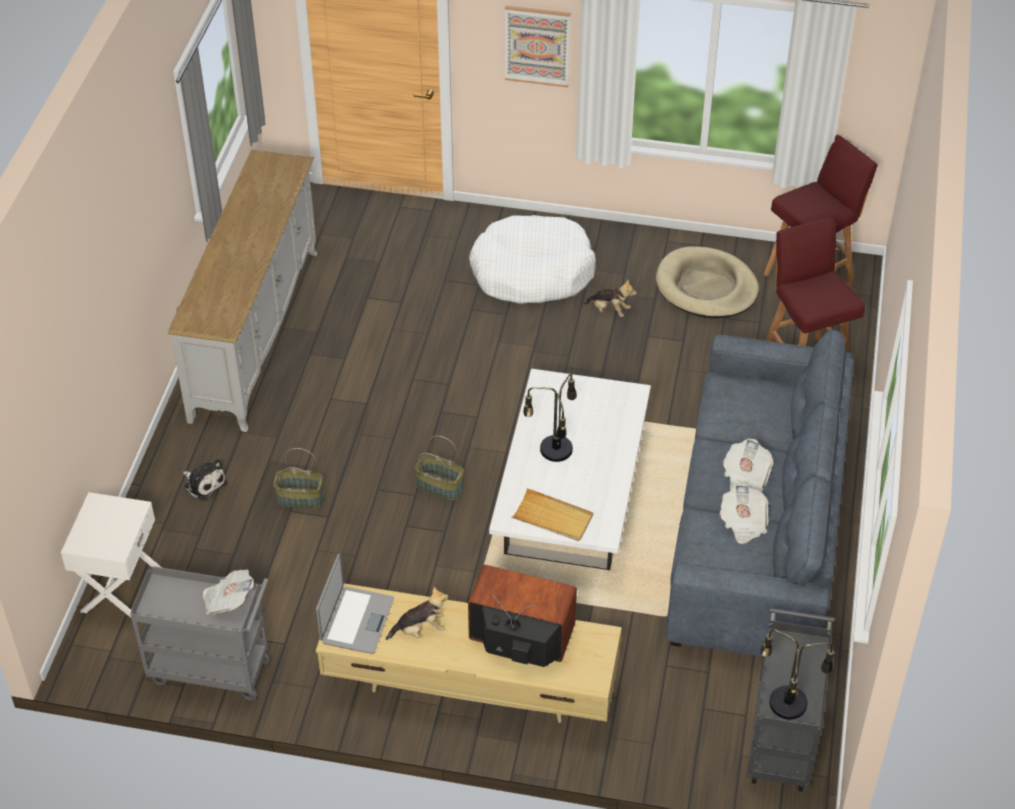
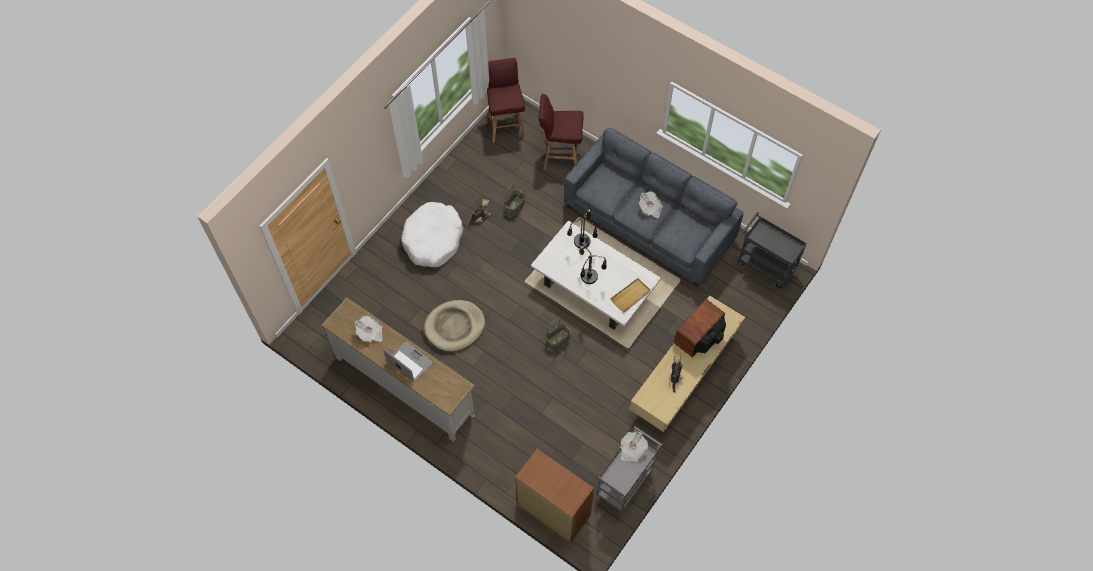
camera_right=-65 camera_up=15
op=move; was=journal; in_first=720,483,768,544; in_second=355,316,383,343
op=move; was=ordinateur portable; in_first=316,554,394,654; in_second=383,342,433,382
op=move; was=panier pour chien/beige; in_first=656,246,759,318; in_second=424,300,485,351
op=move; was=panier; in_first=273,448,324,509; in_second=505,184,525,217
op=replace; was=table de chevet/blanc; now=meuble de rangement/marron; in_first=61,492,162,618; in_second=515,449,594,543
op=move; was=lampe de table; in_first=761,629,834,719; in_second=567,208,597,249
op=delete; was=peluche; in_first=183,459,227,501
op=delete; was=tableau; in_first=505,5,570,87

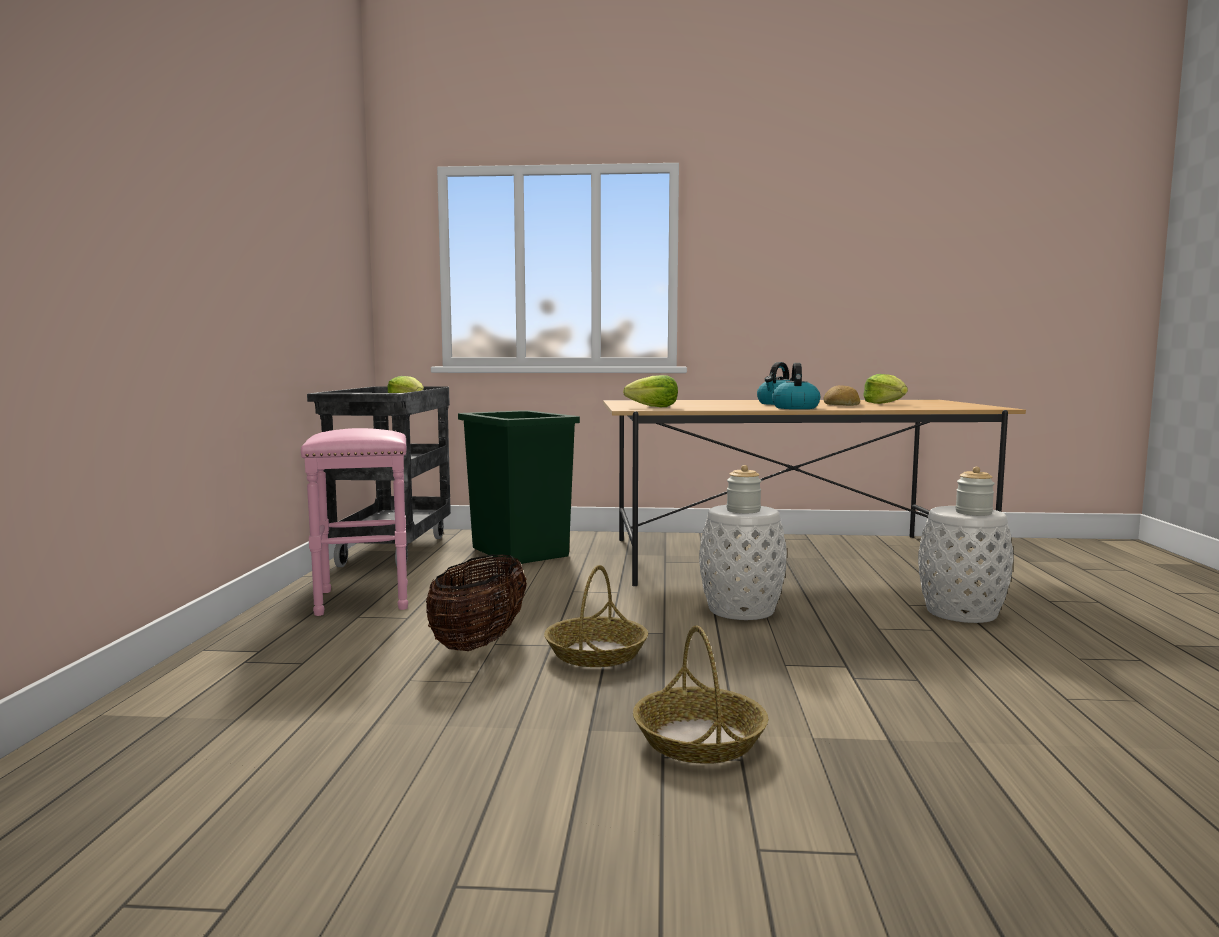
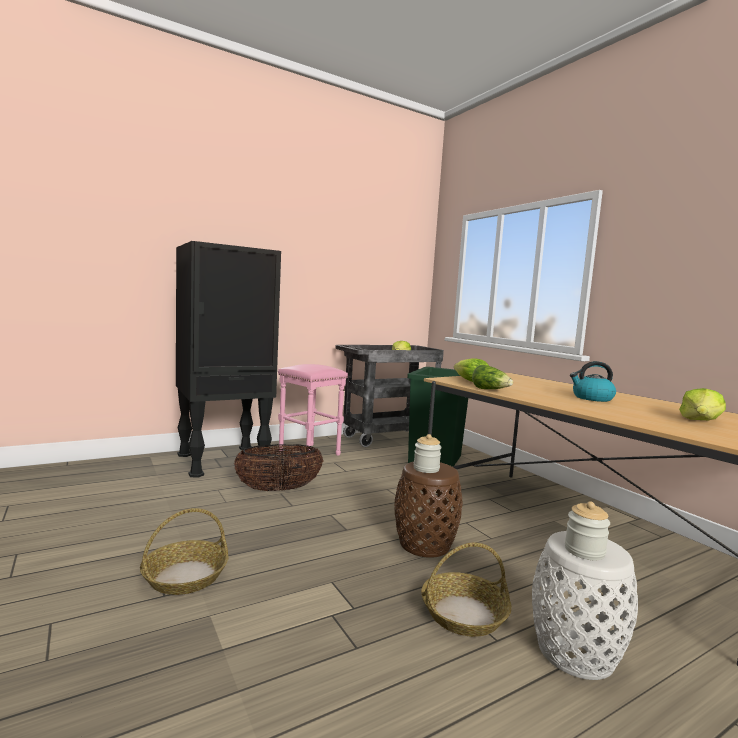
camera_right=55 camera_up=0
op=insert; now=meuble de rangement/noir; in_second=176,241,281,478
op=recolor; was=tabouret/blanc; now=tabouret/marron; in_first=699,505,787,620; in_second=394,461,462,558
op=move; was=panier; in_first=544,565,648,667; in_second=421,543,512,637
op=insert; now=laitue; in_second=472,365,513,389
op=delete; was=bouilloire; in_first=772,363,820,409
op=delete; was=pain; in_first=824,385,860,406

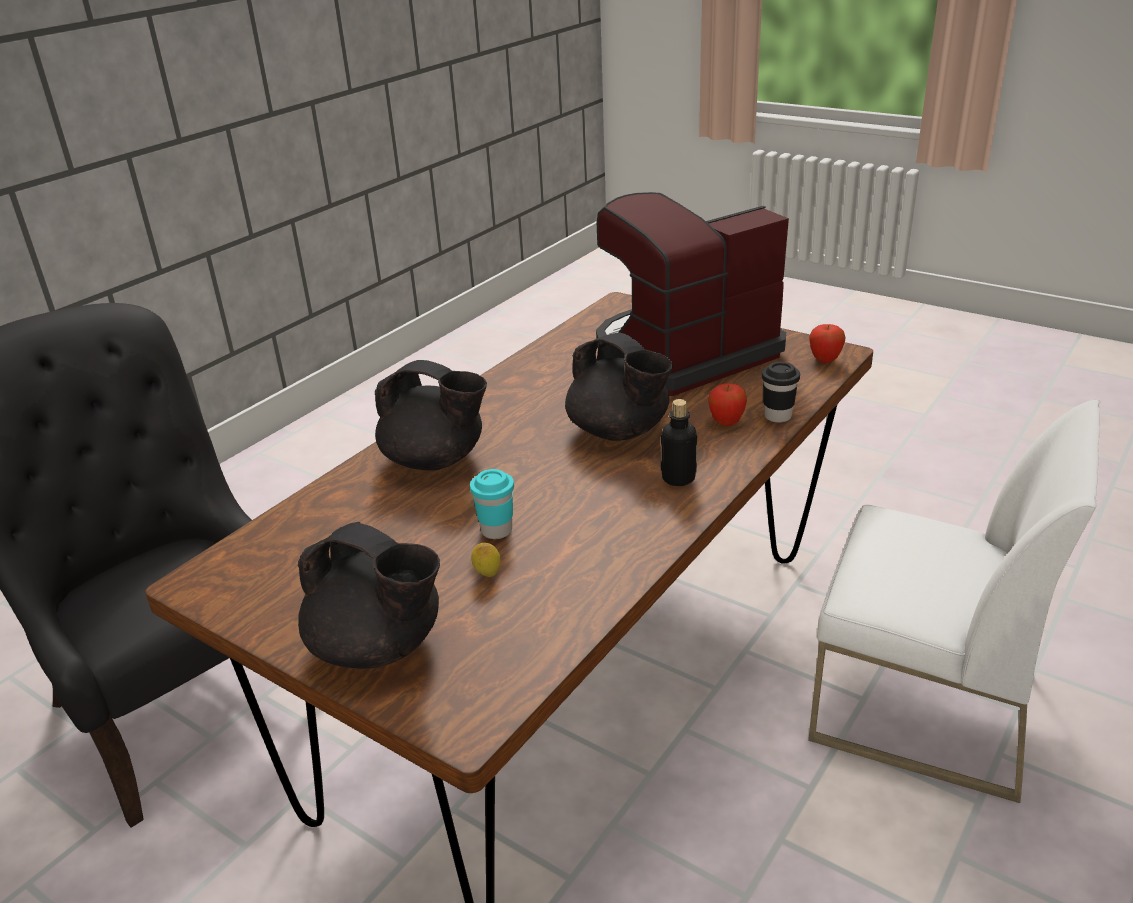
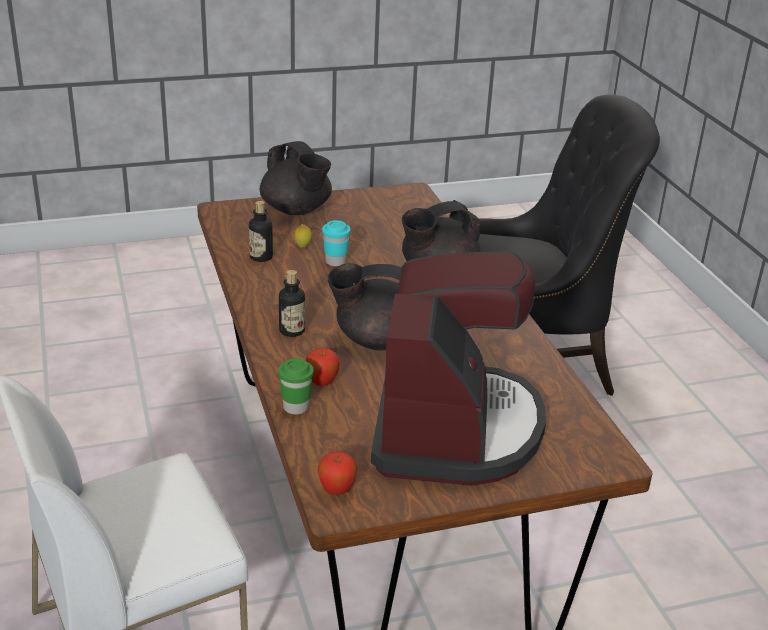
camera_right=125 camera_up=0
op=insert; now=bouteille; in_second=249,201,273,262
op=rotate; was=théière/noir; in_first=298,522,440,669; in_second=259,141,332,215; clockwise=-105
op=recolor; was=tasse/noir; now=tasse/vert; in_first=762,362,800,423; in_second=278,358,314,415

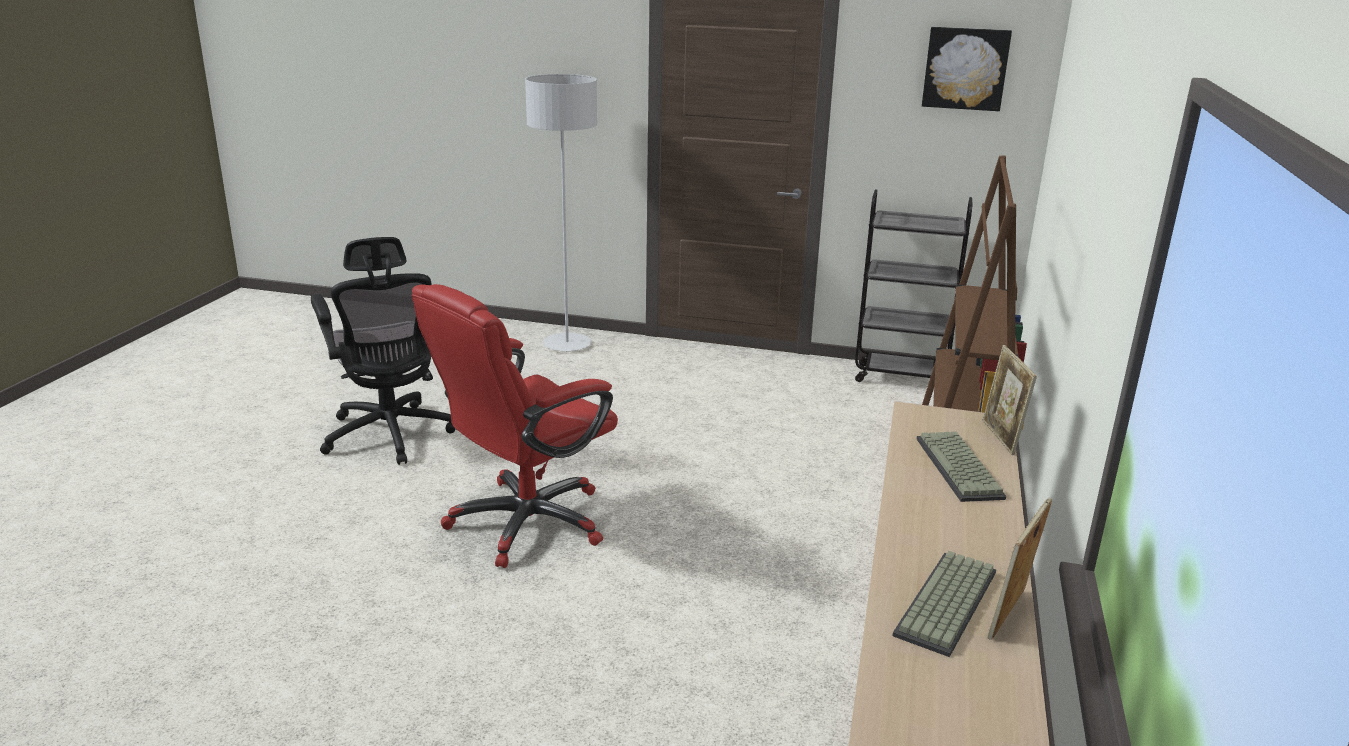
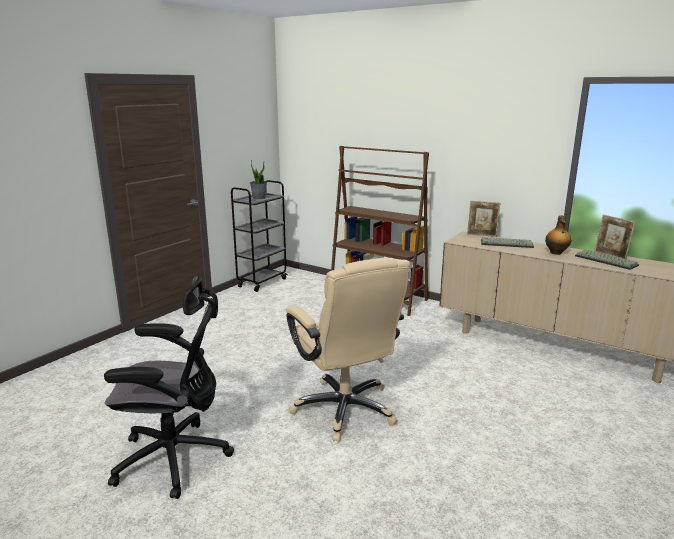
camera_right=-70 camera_up=-5
op=insert; now=plante en pot; in_second=250,160,267,199
op=recolor; was=chaise de bureau/rouge; now=chaise de bureau/beige; in_first=412,284,618,568; in_second=286,258,410,442
op=insert; now=bouteille; in_second=545,215,571,255
op=delete; was=lampadaire/gris; in_first=525,74,597,352
op=delete; was=tableau; in_first=922,27,1012,111

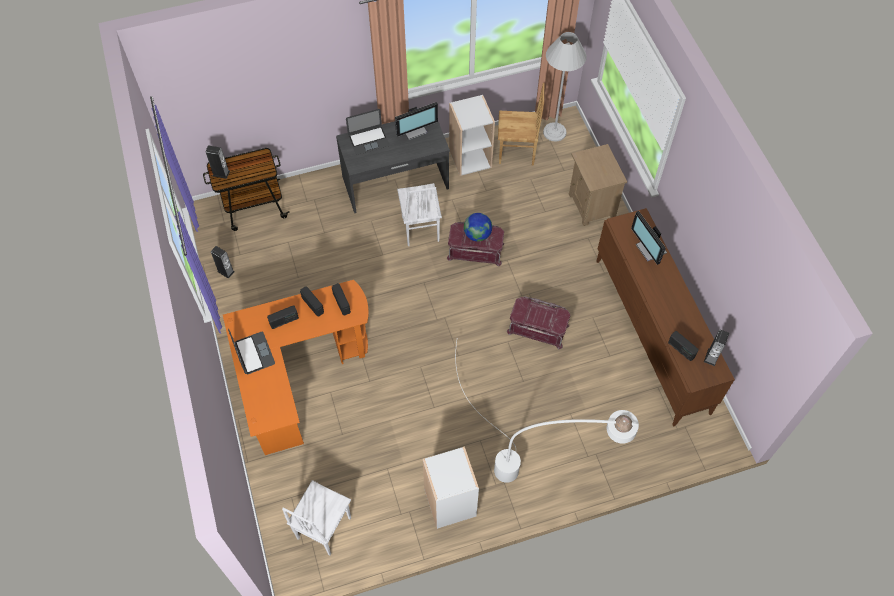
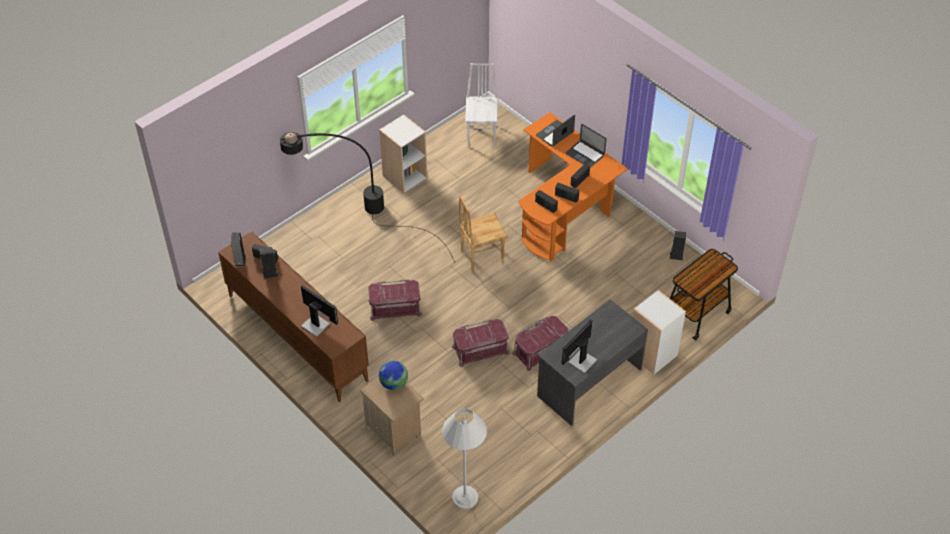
camera_right=155 camera_up=-10
op=move; was=enceinte; in_first=206,145,230,179; in_second=260,247,278,279
op=recolor; was=lampadaire/blanc; now=lampadaire/noir; in_first=455,341,639,483; in_second=280,132,455,263
op=move; was=globe; in_first=464,213,492,241; in_second=379,361,408,390
op=move; was=chaise/marron; in_first=498,83,544,166; in_second=459,195,508,272
op=replace; was=chaise/blanc; now=boîte de rangement/rouge; in_first=397,183,442,246; in_second=512,316,568,371
op=move; was=ordinateur portable; in_first=346,109,389,155; in_second=536,115,575,147
op=move; was=bibliothèque; in_first=449,95,495,176; in_second=633,290,686,374

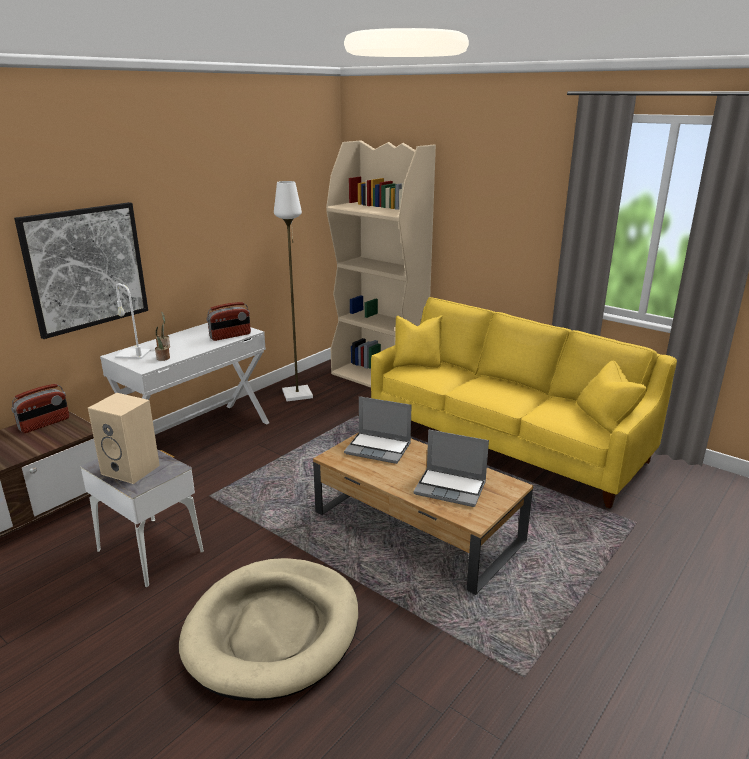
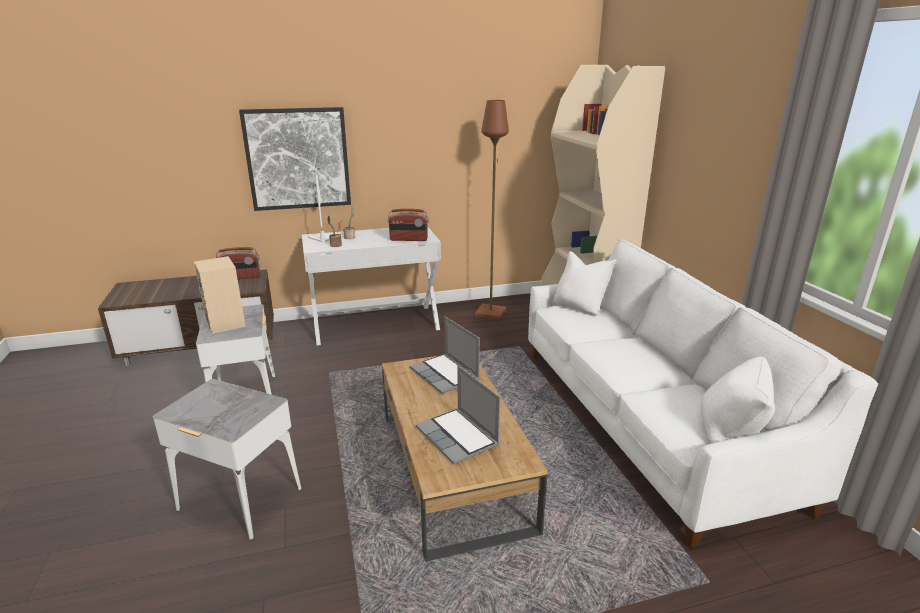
camera_right=35 camera_up=0
op=replace; was=panier pour chien/beige; now=table d'appoint; in_first=179,558,358,701; in_second=152,379,301,540
op=recolor; was=lampadaire/blanc; now=lampadaire/marron; in_first=274,181,313,401; in_second=475,100,509,320
op=recolor; was=canapé/jaune; now=canapé/blanc; in_first=371,297,677,508; in_second=528,239,878,548

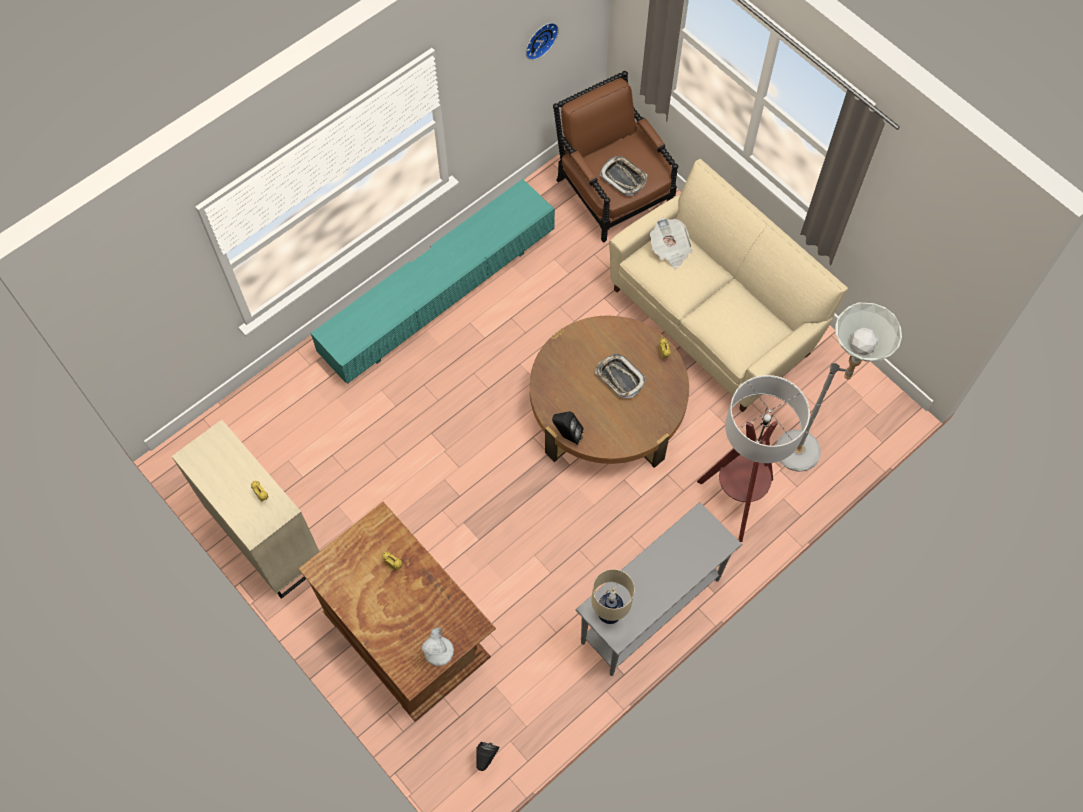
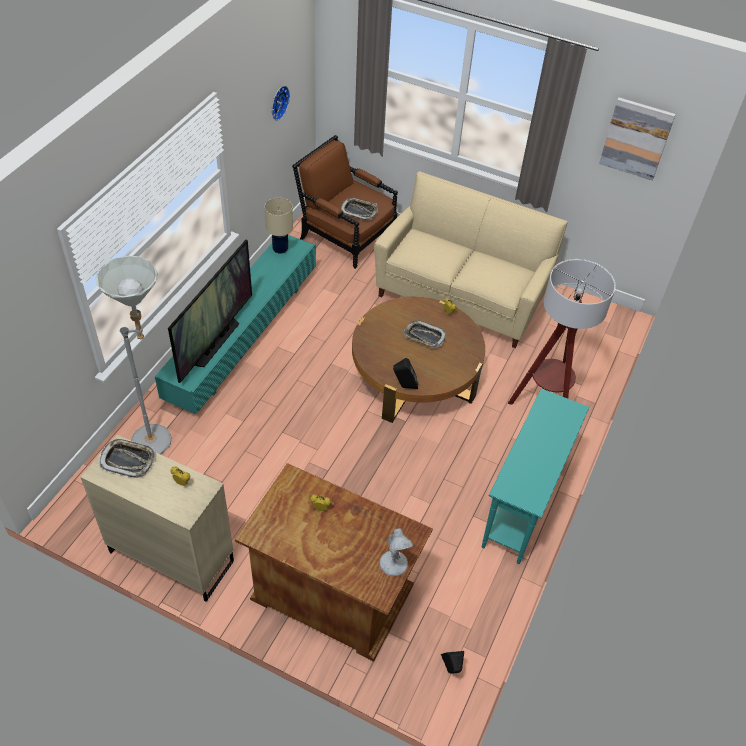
camera_right=-25 camera_up=-15
op=move; was=lampadaire/gris; in_first=776,302,902,472; in_second=96,256,171,454
op=insert; now=plateau; in_second=100,439,155,478
op=insert; now=téléviseur; in_second=168,240,252,383
op=move; was=lampe de table/beige; in_first=591,569,635,624; in_second=265,198,293,254
op=recolor; was=table console/gris; now=table console/turquoise; in_first=576,502,742,676; in_second=482,388,589,564
op=insert; now=tableau; in_second=599,98,676,181
op=delete; was=journal; in_first=650,217,693,269

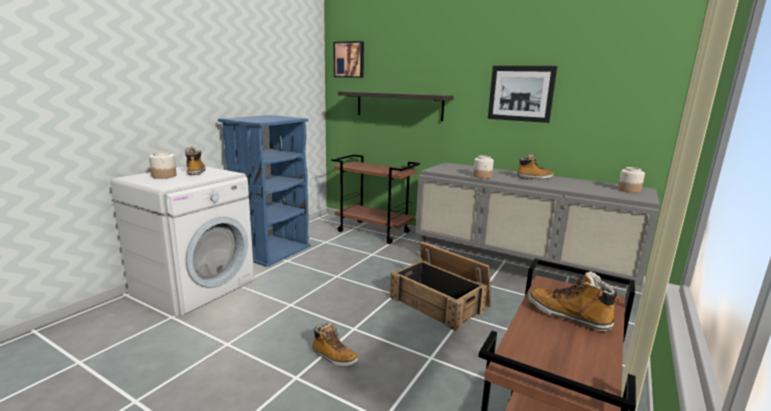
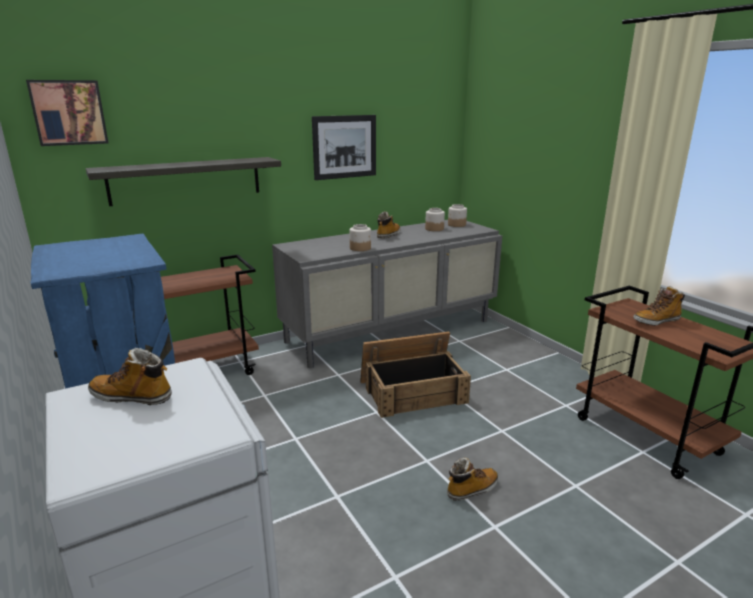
camera_right=-60 camera_up=5
op=move; was=bocal; in_first=149,151,177,179; in_second=425,208,445,231

